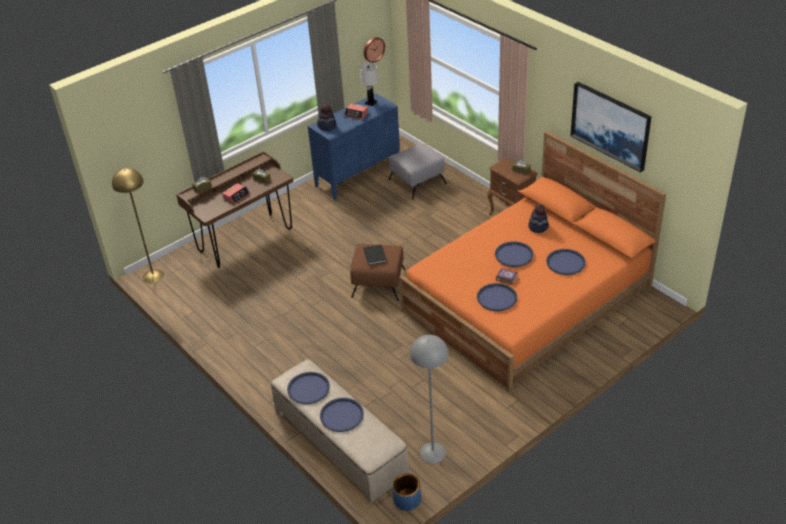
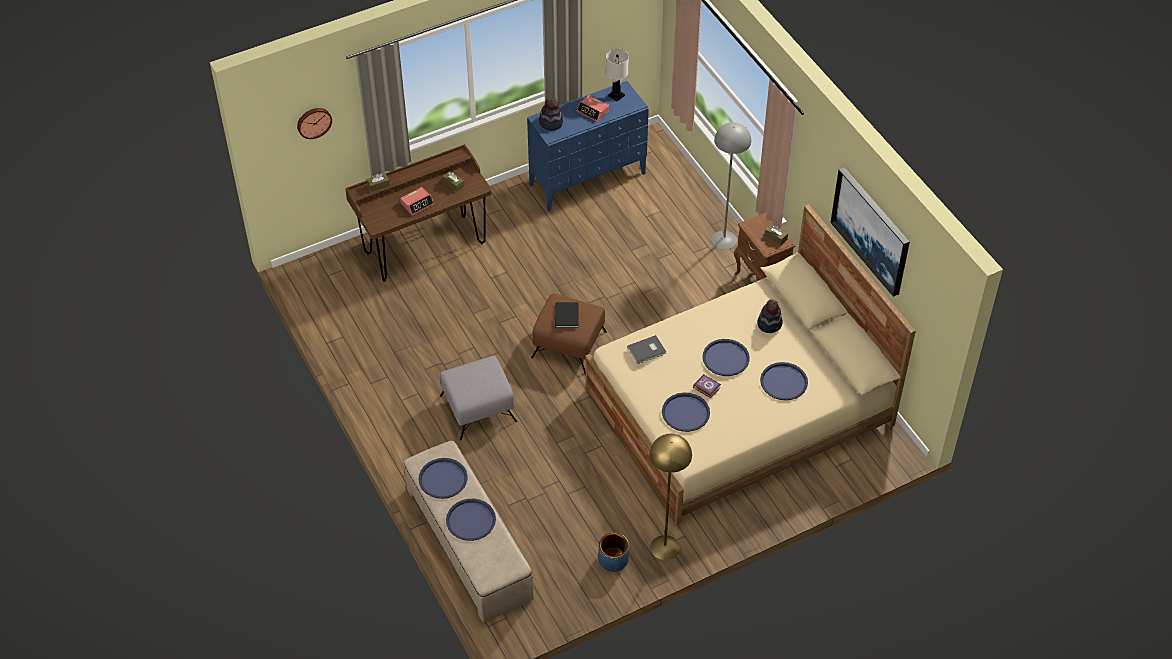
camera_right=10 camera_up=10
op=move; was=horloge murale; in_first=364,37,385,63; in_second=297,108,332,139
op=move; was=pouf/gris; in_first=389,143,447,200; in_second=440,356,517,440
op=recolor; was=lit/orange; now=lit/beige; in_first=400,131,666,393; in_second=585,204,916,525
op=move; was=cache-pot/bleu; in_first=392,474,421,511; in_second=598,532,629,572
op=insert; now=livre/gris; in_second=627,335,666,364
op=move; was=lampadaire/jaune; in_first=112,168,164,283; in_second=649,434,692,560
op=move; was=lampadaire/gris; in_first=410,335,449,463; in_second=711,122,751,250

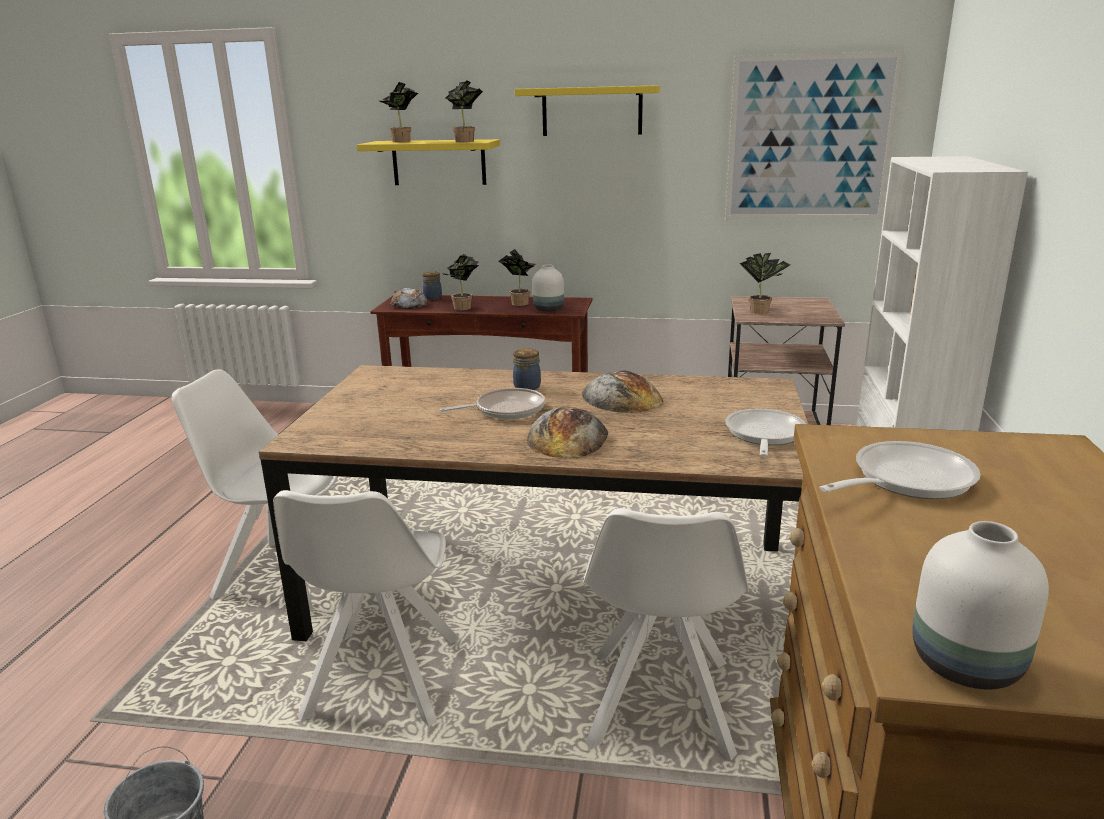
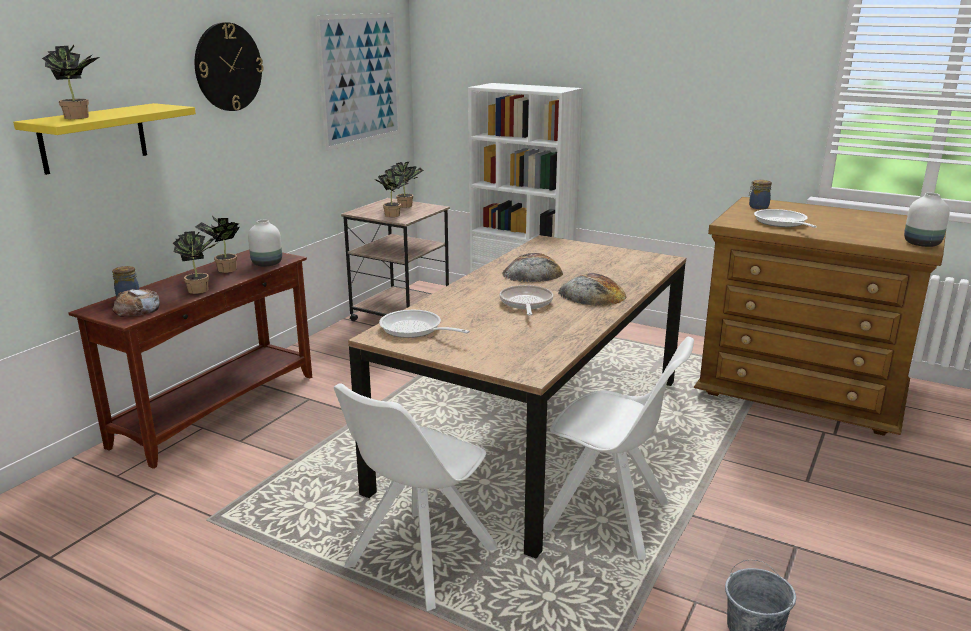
camera_right=-70 camera_up=0
op=replace; was=étagère/jaune; now=horloge murale; in_first=515,85,660,136; in_second=195,22,264,111
op=move; was=poêle; in_first=725,409,806,457; in_second=379,310,470,338
op=move; was=plante en pot; in_first=445,80,483,142; in_second=390,162,424,208
op=move; was=bocal; in_first=513,348,541,390; in_second=749,180,772,209
op=delete; was=chaise/blanc; in_first=583,508,749,760

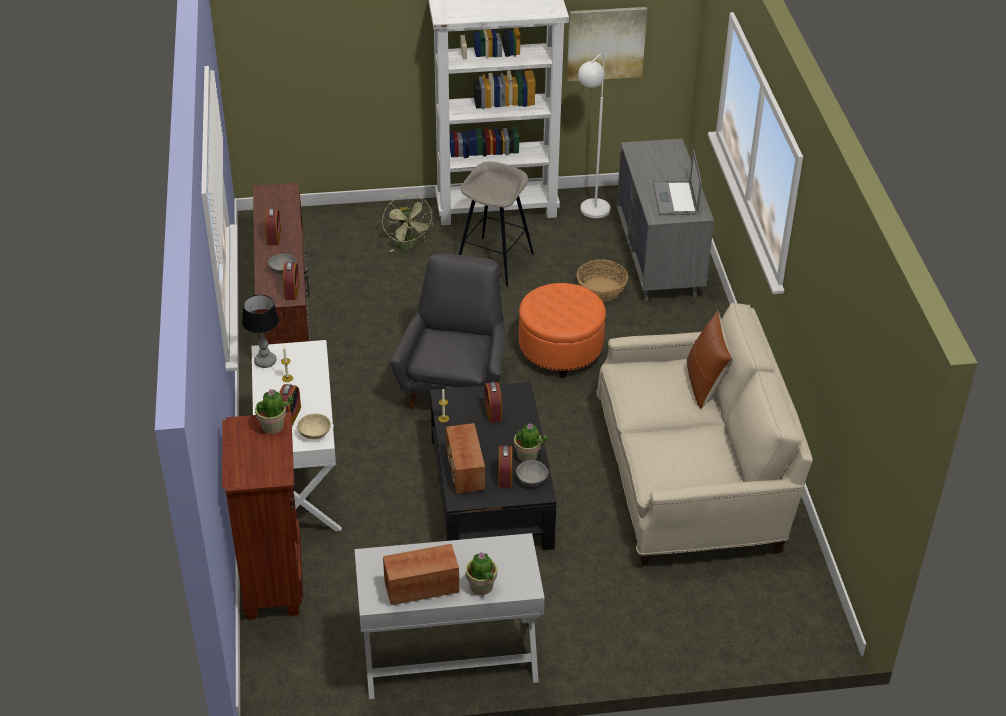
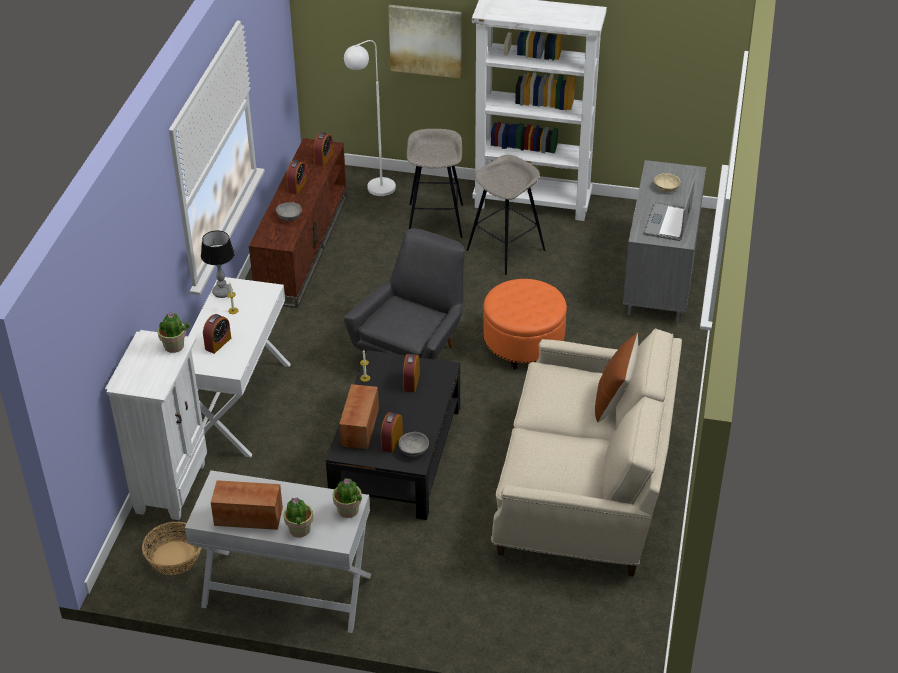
camera_right=20 camera_up=0
op=recolor; was=meuble de rangement/marron; now=meuble de rangement/blanc; in_first=222,412,303,620; in_second=105,330,207,520
op=move; was=panier; in_first=577,260,628,302; in_second=142,522,201,575
op=move; was=réveil; in_first=283,262,300,300; in_second=314,132,333,166
op=move; was=plante en pot; in_first=514,423,547,462; in_second=333,478,362,518
op=move; was=lampadaire/blanc; in_first=578,54,610,219; in_second=344,40,396,197
op=move; was=tableau; in_first=567,7,647,81; in_second=388,5,462,79
op=replace; was=ventilateur/vert; now=tabouret/gris; in_first=382,195,433,252; in_second=407,129,463,238
op=move; was=bol/beige; in_first=297,414,331,439; in_second=654,173,681,192

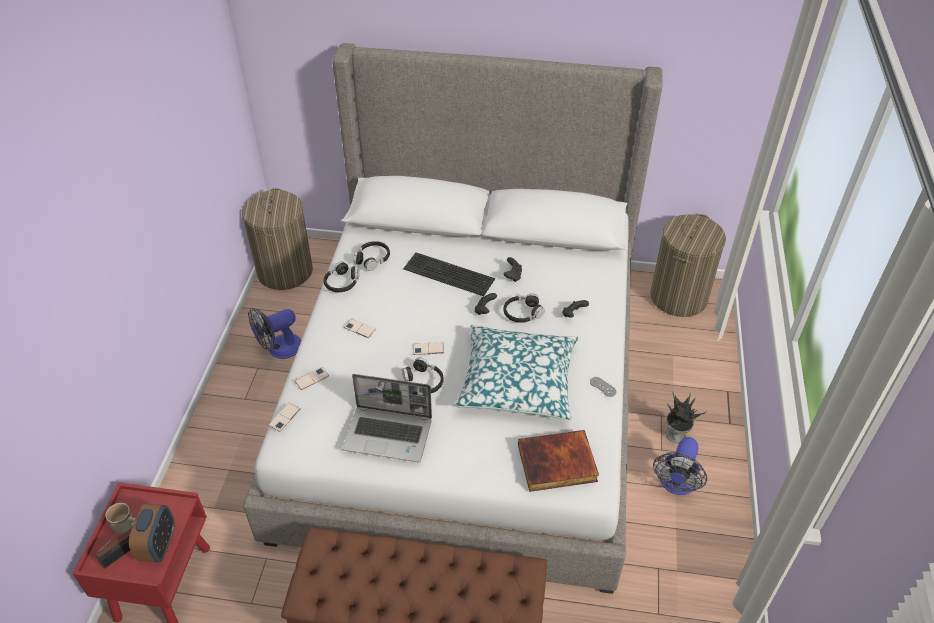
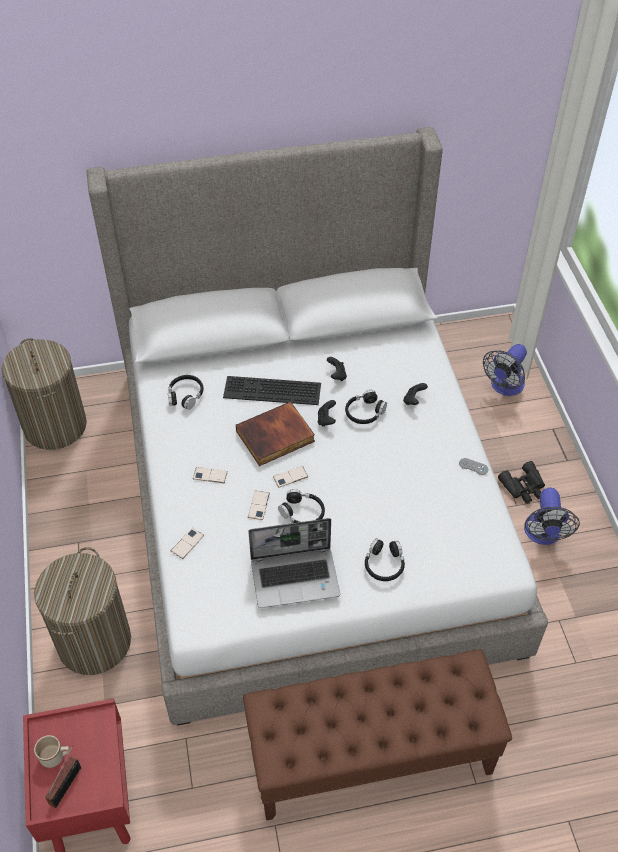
camera_right=-20 camera_up=5
op=move; was=panier à linge; in_first=650,214,726,317; in_second=34,547,131,675
op=move; was=livre; in_first=518,430,599,492; in_second=236,401,315,466
op=move; was=téléphone; in_first=268,403,301,432; in_second=248,490,270,520
op=move; was=casque audio/noir; in_first=324,261,359,292; in_second=365,538,405,581
op=move; was=ventilateur; in_first=248,308,301,359; in_second=483,344,527,396
op=replace; was=plante en pot; now=jumelles/noir; in_first=666,391,706,443; in_second=498,461,545,504
op=delete; was=réveil; in_first=129,503,175,563
op=delete; was=coussin; in_first=454,325,578,420

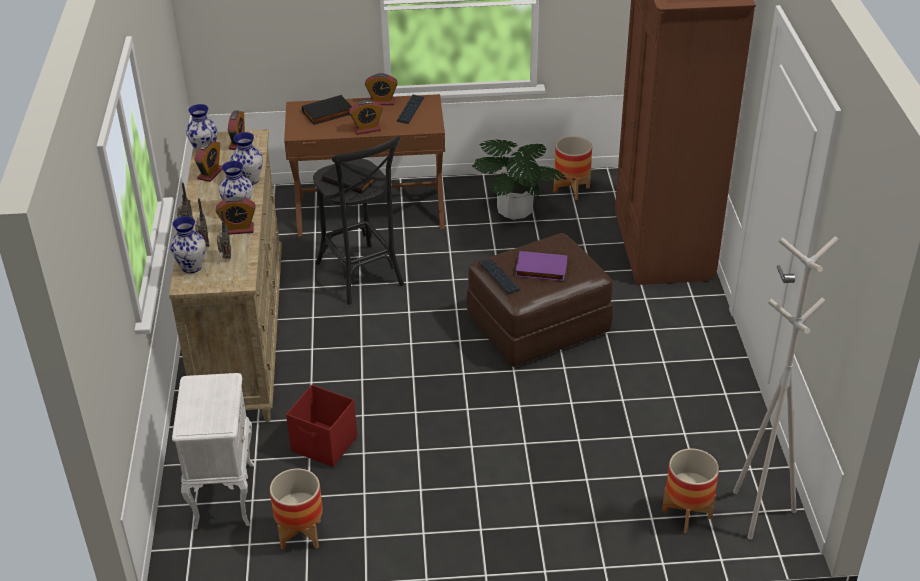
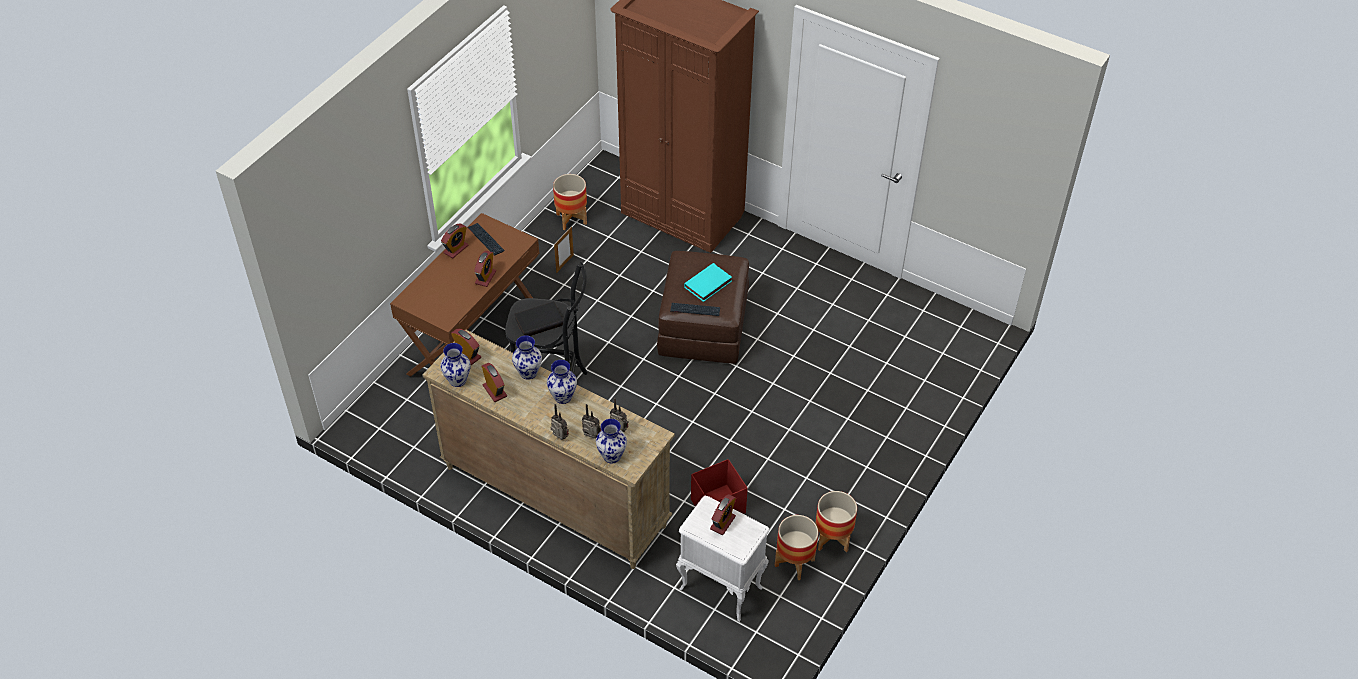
camera_right=-55 camera_up=10
op=replace; was=plante en pot; now=cadre photo; in_first=472,140,565,220; in_second=554,227,574,273
op=recolor; was=livre/violet; now=livre/turquoise; in_first=515,251,568,281; in_second=684,263,732,302
op=move; was=réveil; in_first=216,197,255,235; in_second=710,494,736,535
op=move; was=cache-pot; in_first=662,449,719,533; in_second=816,491,857,552
op=delete; was=livre/noir; in_first=302,95,352,125
op=delete; was=portant/gris; in_first=733,236,839,540

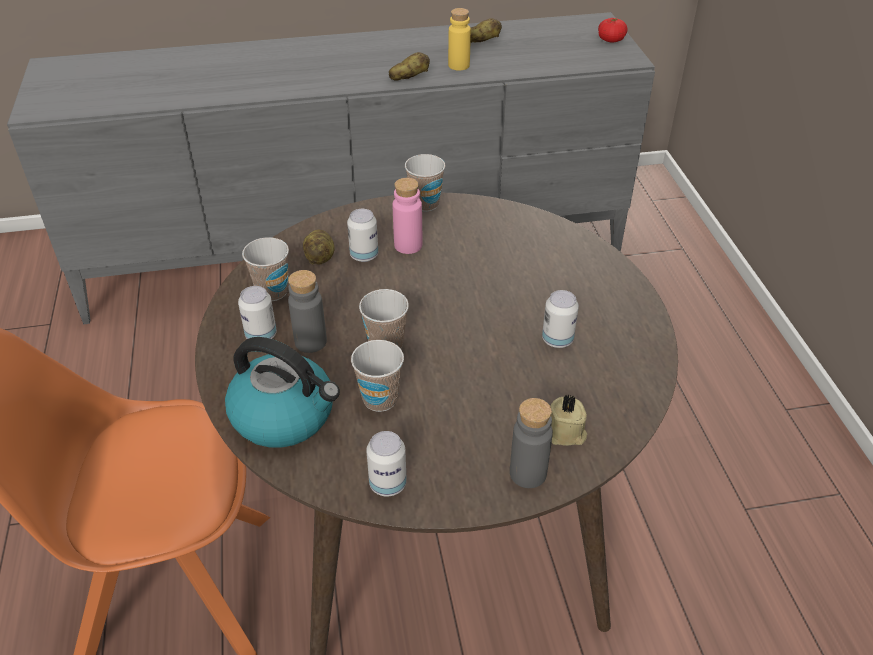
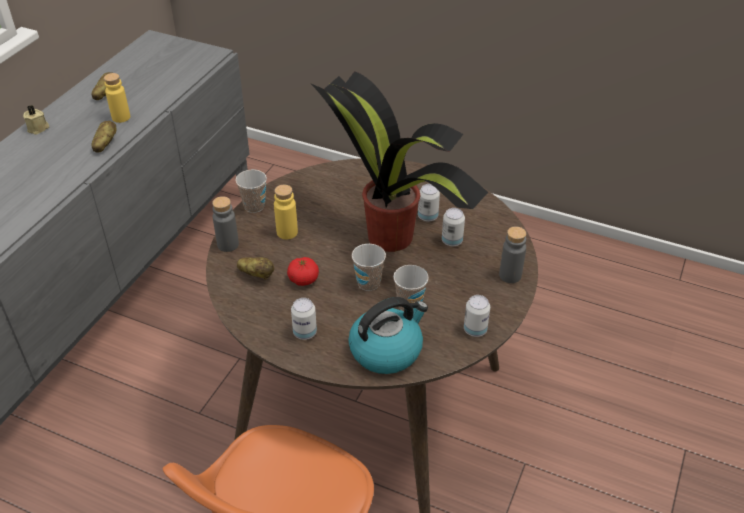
camera_right=-55 camera_up=0
op=move; was=bougie/beige; in_first=550,395,587,445; in_second=23,105,49,135
op=move; was=bouteille/gris; in_first=288,270,327,353; in_second=212,196,239,252
op=recolor; was=bouteille/rose; now=bouteille/jaune; in_first=393,178,422,254; in_second=274,185,298,240
op=move; was=tomate; in_first=598,18,628,43; in_second=287,257,319,286
op=insert; now=plante en pot; in_second=310,71,488,252
op=move; was=boîte métallique; in_first=347,209,378,262; in_second=442,208,465,246
op=delete; was=tasse; in_first=242,237,289,301

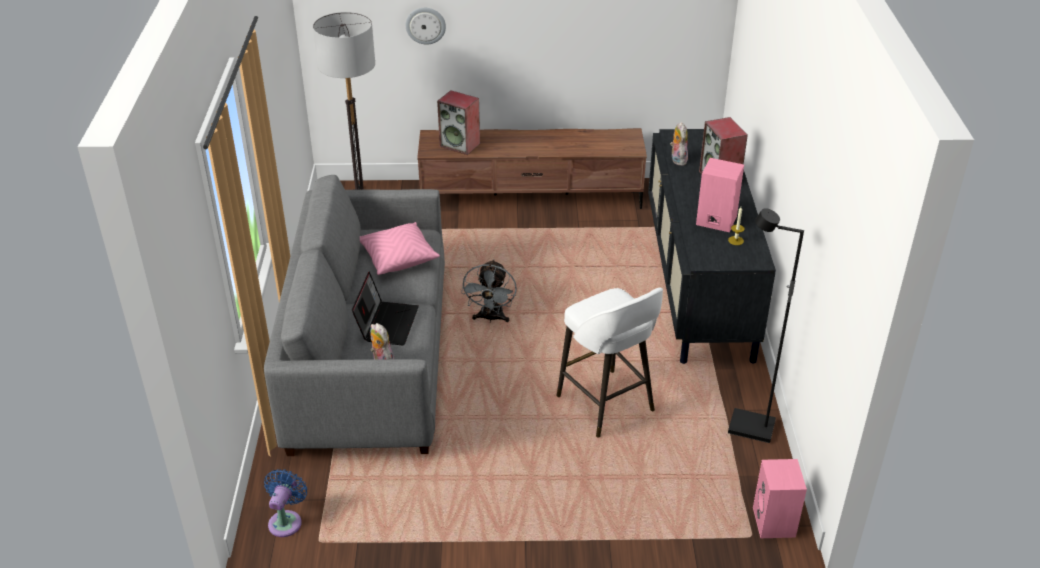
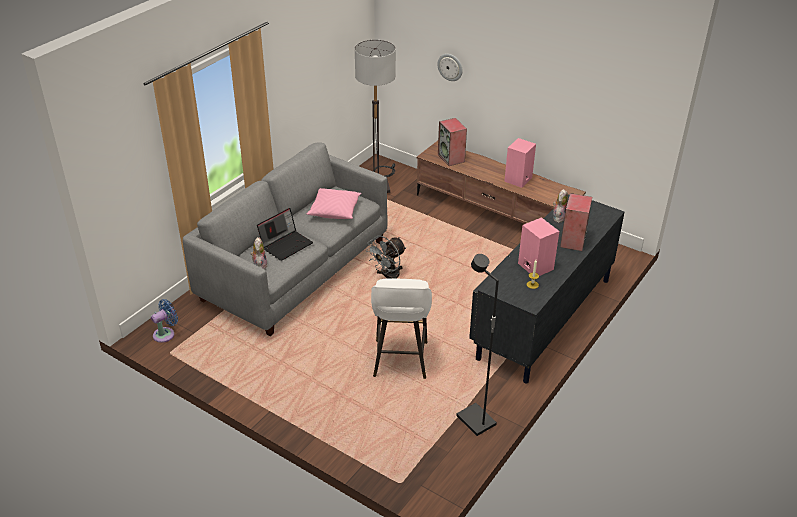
camera_right=35 camera_up=0
op=move; was=enceinte/rose; in_first=753,459,807,538; in_second=504,138,536,188

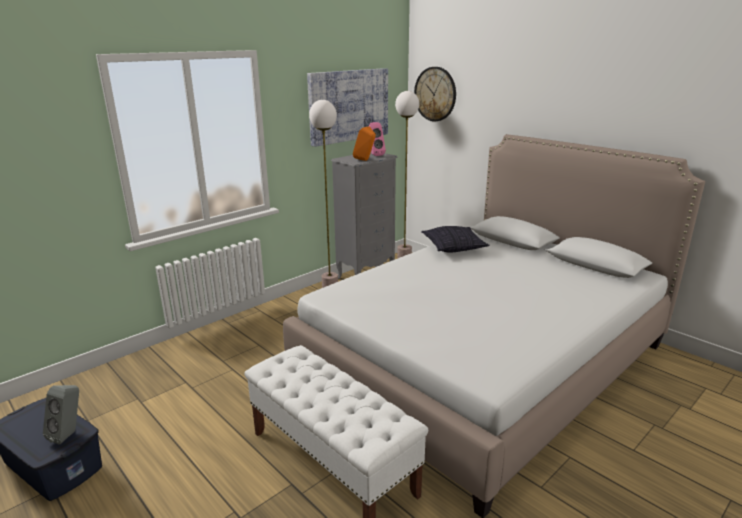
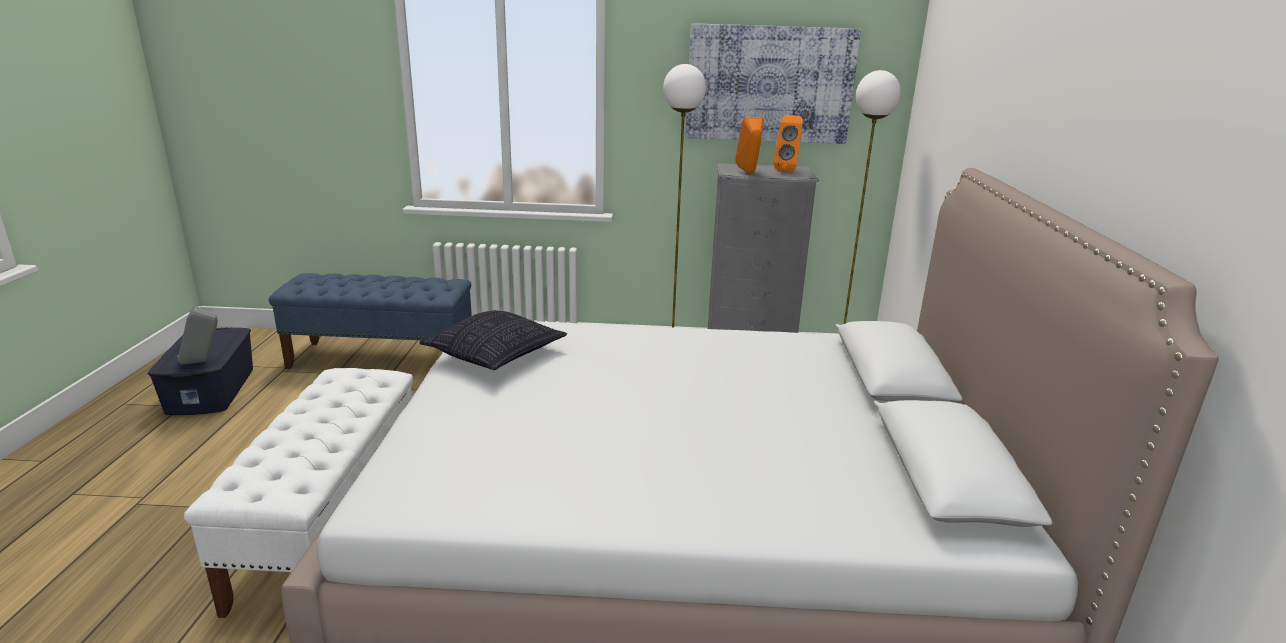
camera_right=45 camera_up=0
op=insert; now=banc/bleu; in_second=269,273,472,369
op=move; was=coussin; in_first=421,226,489,252; in_second=420,310,567,370
op=recolor; was=enceinte/rose; now=enceinte/orange; in_first=369,122,386,156; in_second=773,115,803,172
op=delete; was=horloge murale; in_first=414,67,456,121

